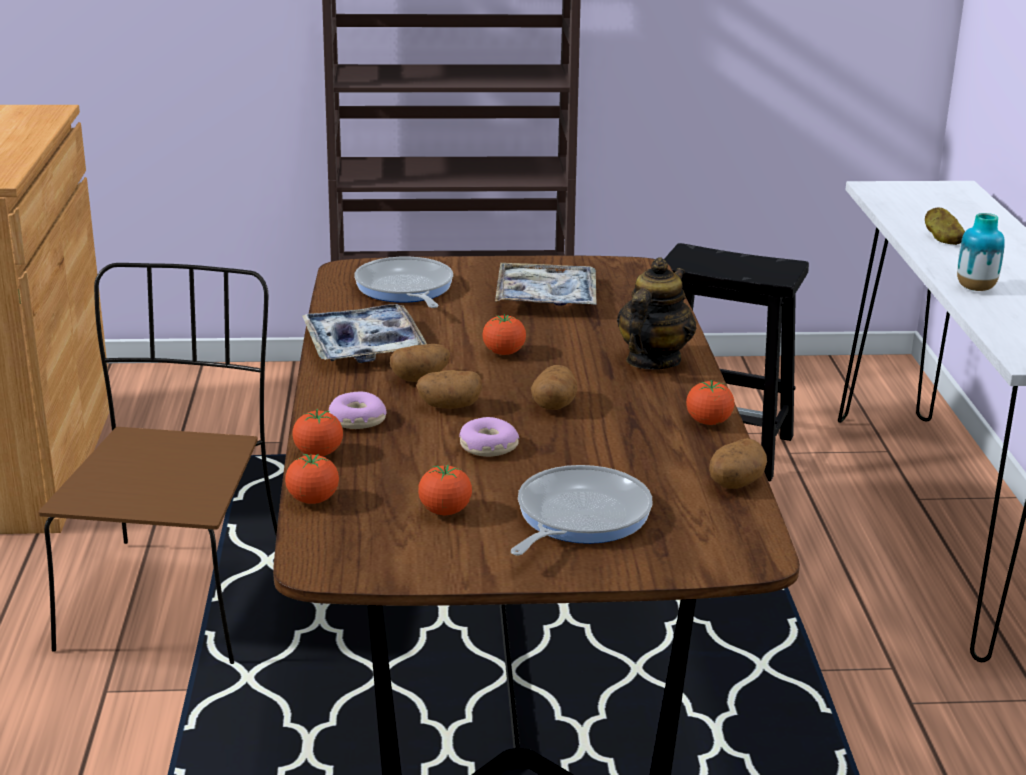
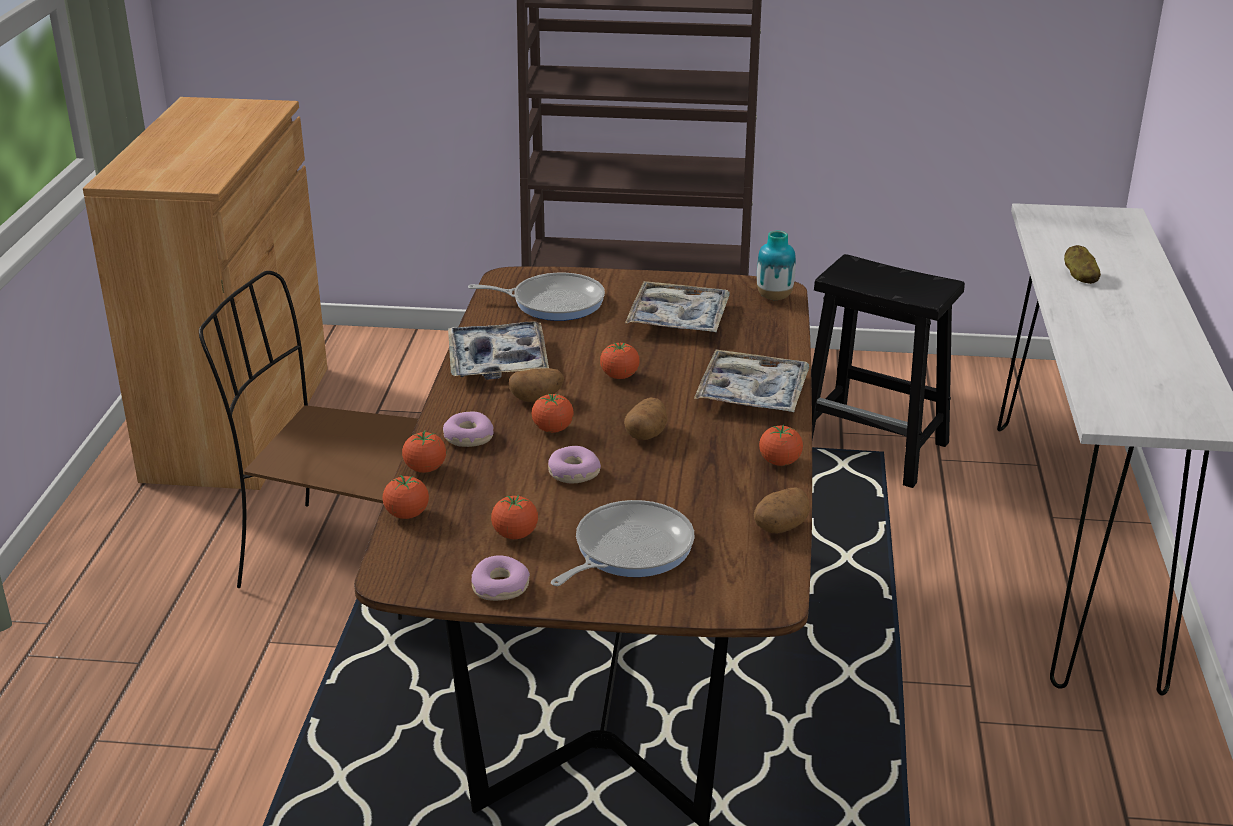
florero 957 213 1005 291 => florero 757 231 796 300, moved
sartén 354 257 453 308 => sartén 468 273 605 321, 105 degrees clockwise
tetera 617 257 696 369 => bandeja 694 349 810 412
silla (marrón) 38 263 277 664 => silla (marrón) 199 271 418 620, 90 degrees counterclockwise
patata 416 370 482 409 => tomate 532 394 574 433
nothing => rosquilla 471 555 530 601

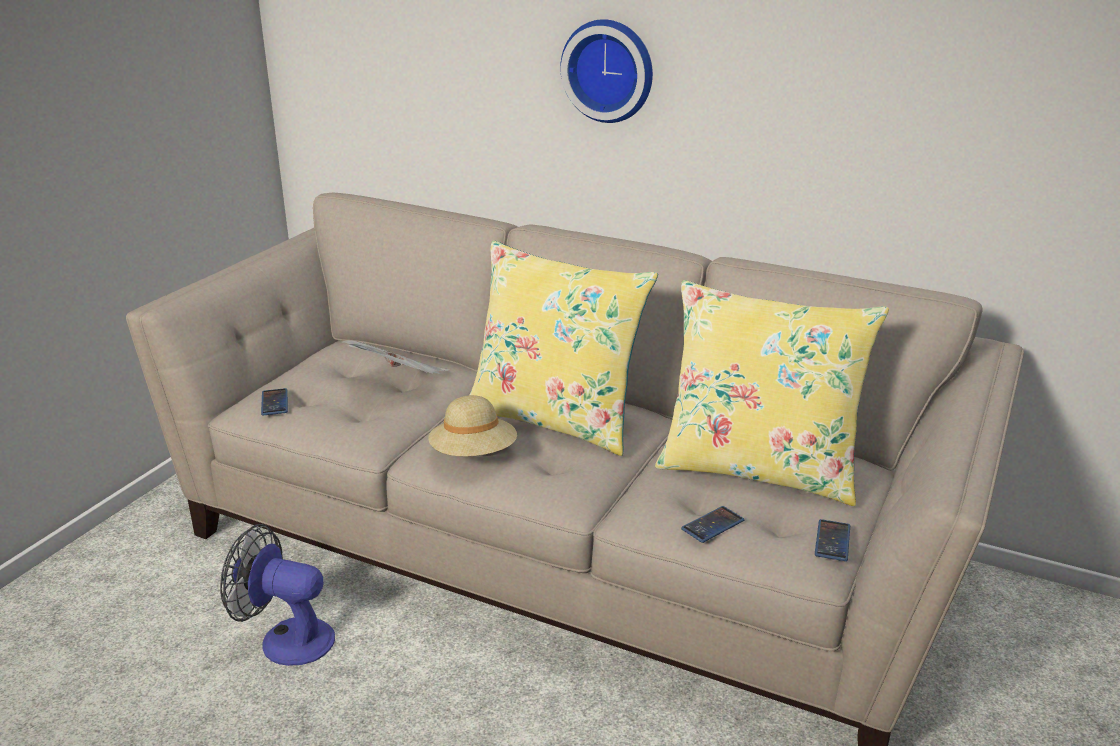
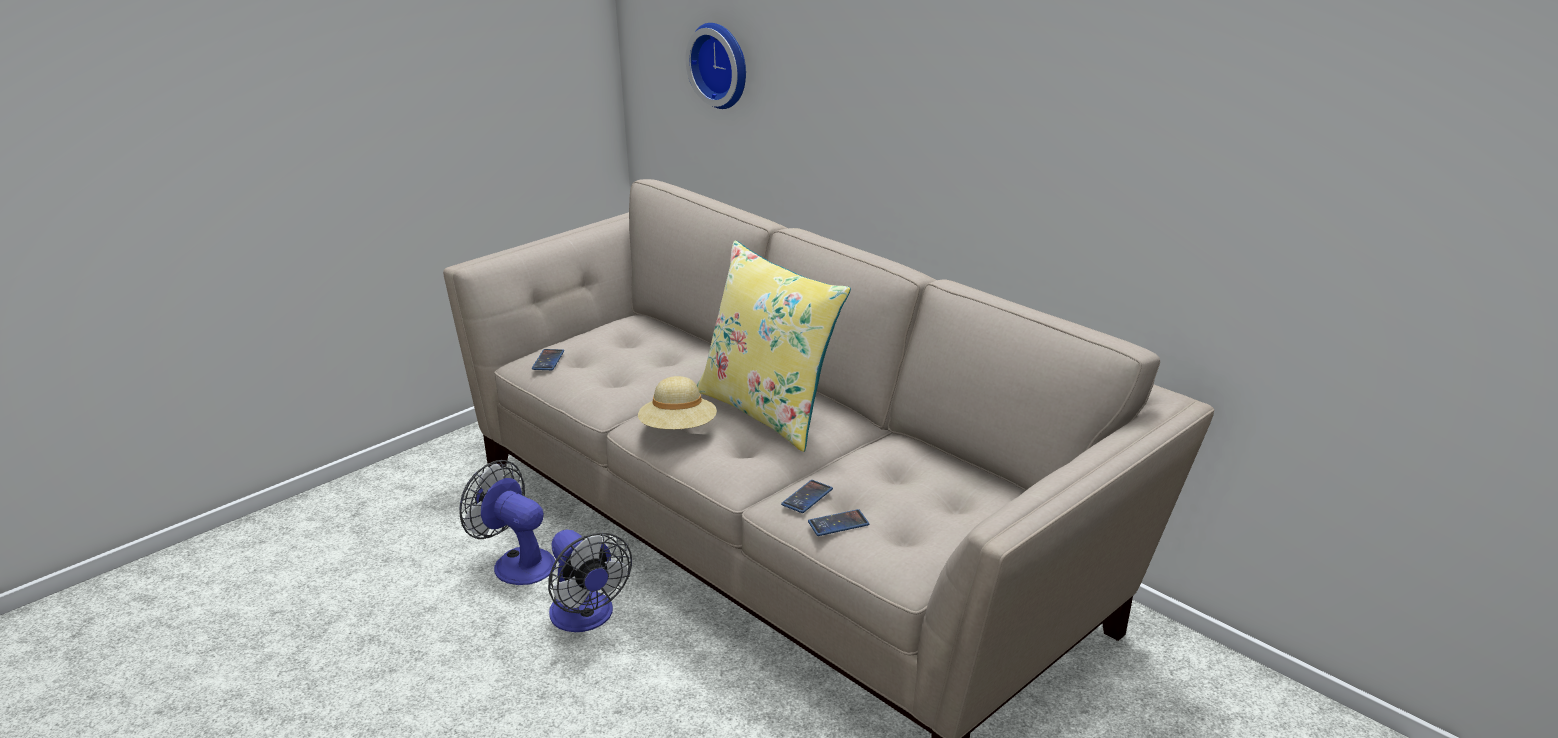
reloj de pared 560 19 653 123 => reloj de pared 686 23 746 109, moved
cojín (amarillo) 655 280 889 506 => nothing
periódico 342 340 449 374 => nothing
móvil 815 519 850 561 => móvil 781 480 833 513, moved
nothing => ventilador 548 529 632 632

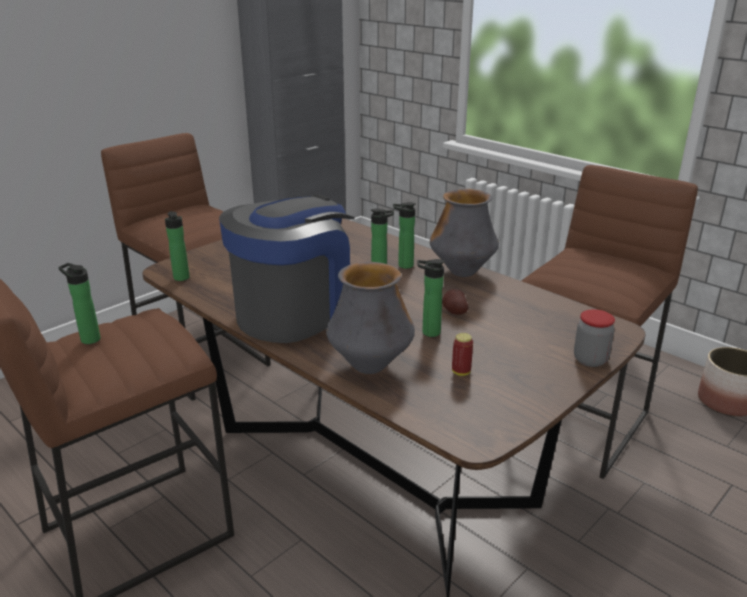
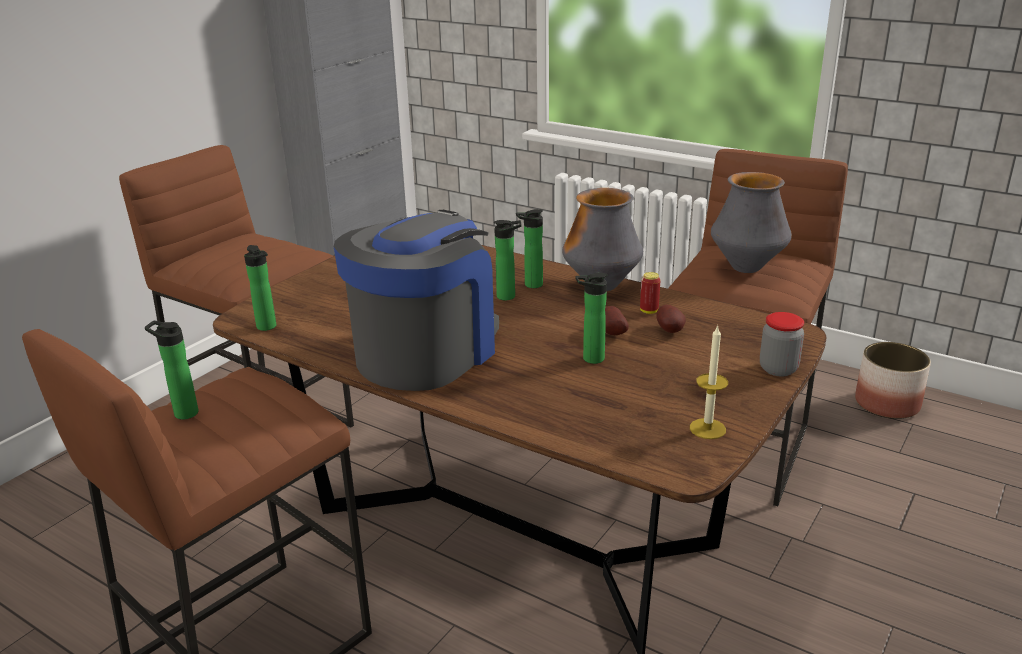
florero 326 262 415 374 => florero 711 172 792 273, moved
lata 452 333 473 376 => lata 640 272 660 314, moved
nothing => patata 656 305 686 333
nothing => vela 690 325 728 439

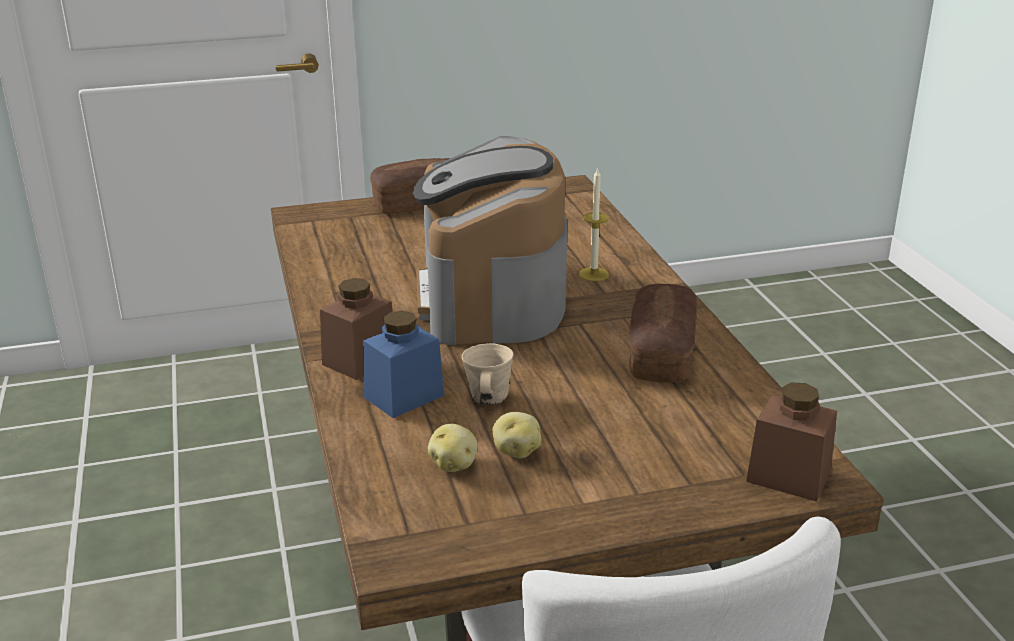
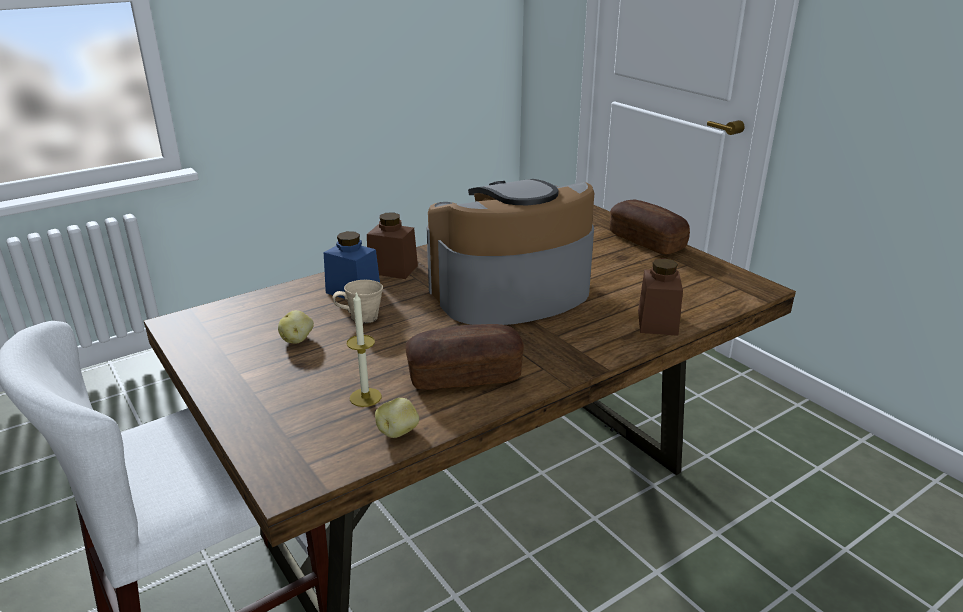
vela 579 167 609 281 => vela 347 291 381 407, moved
tarro (marrón) 746 383 837 502 => tarro (marrón) 638 258 683 336, moved
patata 428 424 478 472 => patata 375 398 419 438, moved

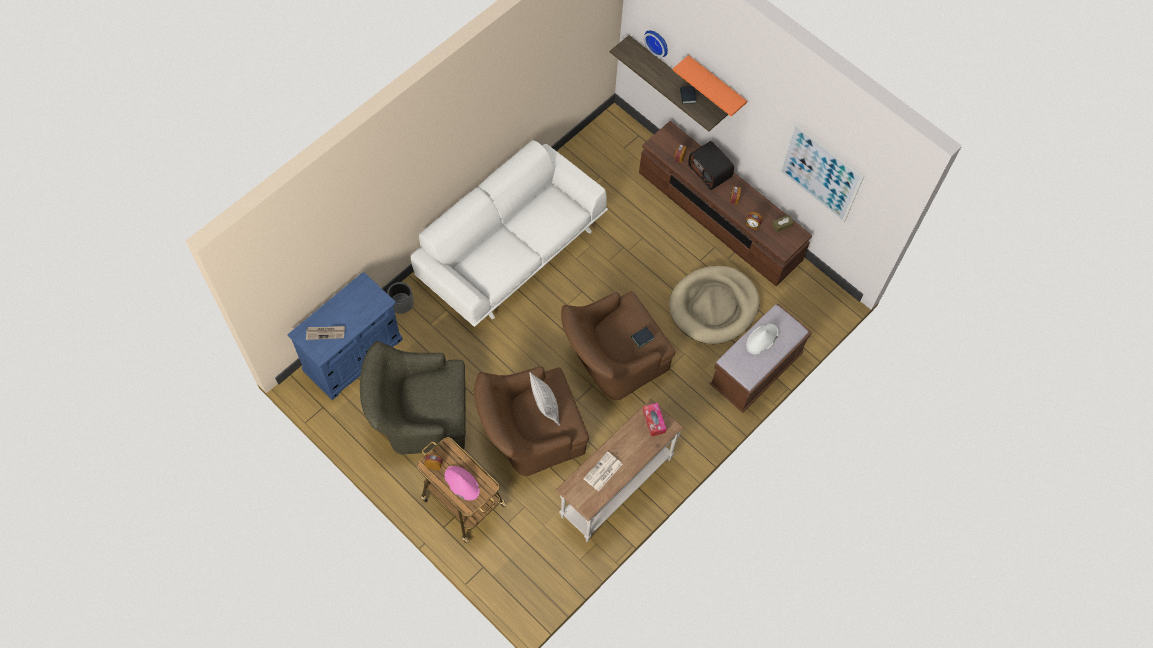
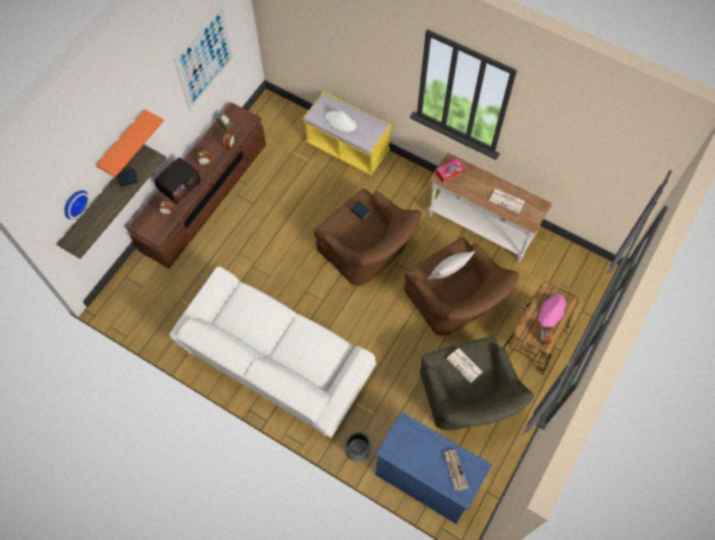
cama para perro (beis) 669 266 760 344 => nothing
banco (marrón) 709 304 812 413 => banco (amarillo) 303 92 391 175
nothing => periódico 446 348 483 383

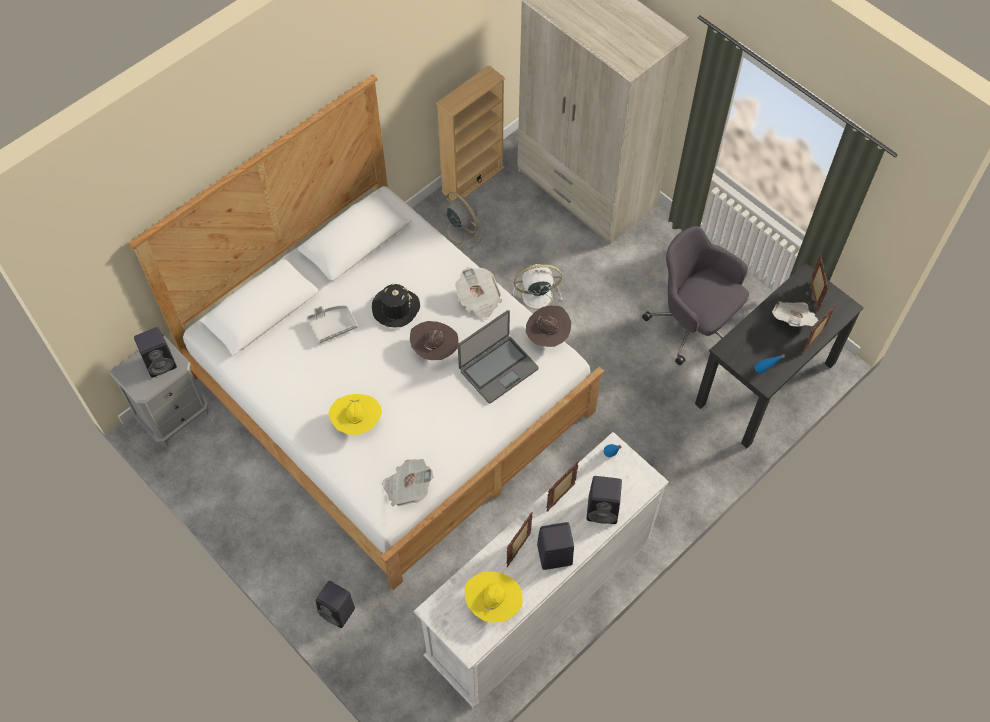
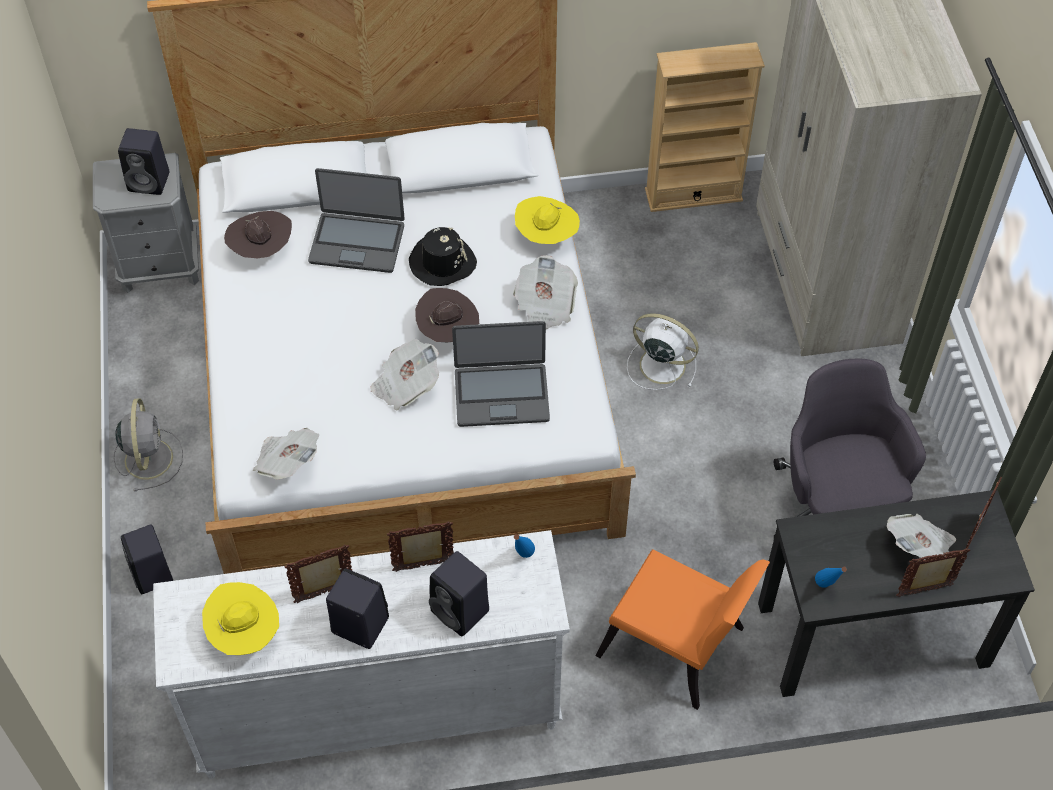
ventilador (gris) 438 192 485 249 => ventilador (gris) 114 398 183 491, moved
sombrero (marrón) 525 305 571 347 => sombrero (marrón) 224 211 292 258, moved
bandeja (gris) 307 306 358 343 => portátil 308 168 405 273
sombrero (amarillo) 328 394 382 435 => sombrero (amarillo) 515 196 580 244, moved
nothing => periódico 370 339 439 410
nothing => silla (naranja) 595 549 770 710

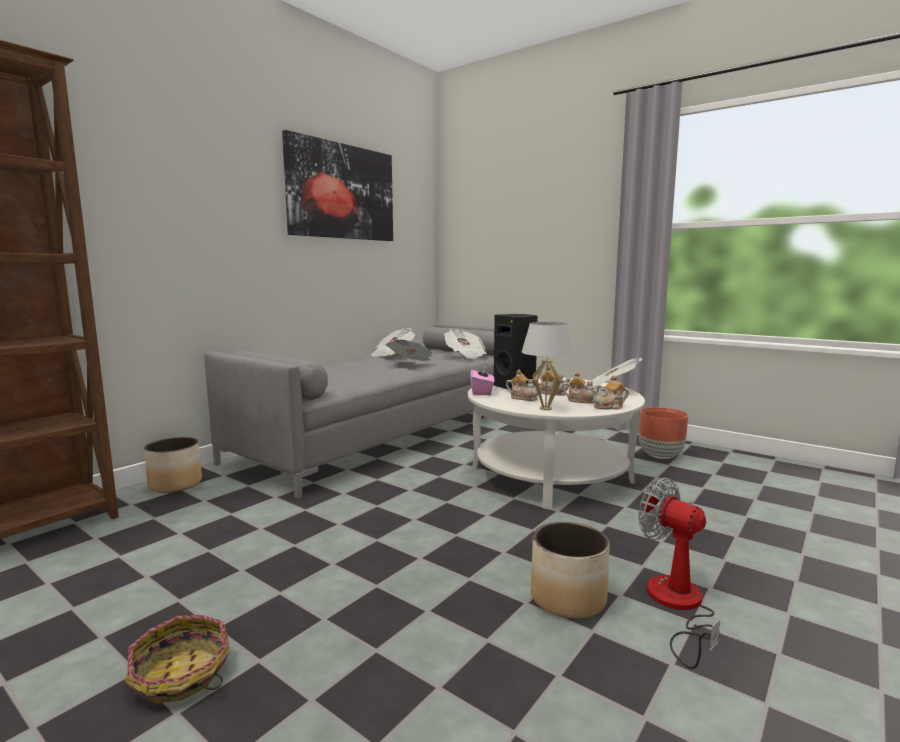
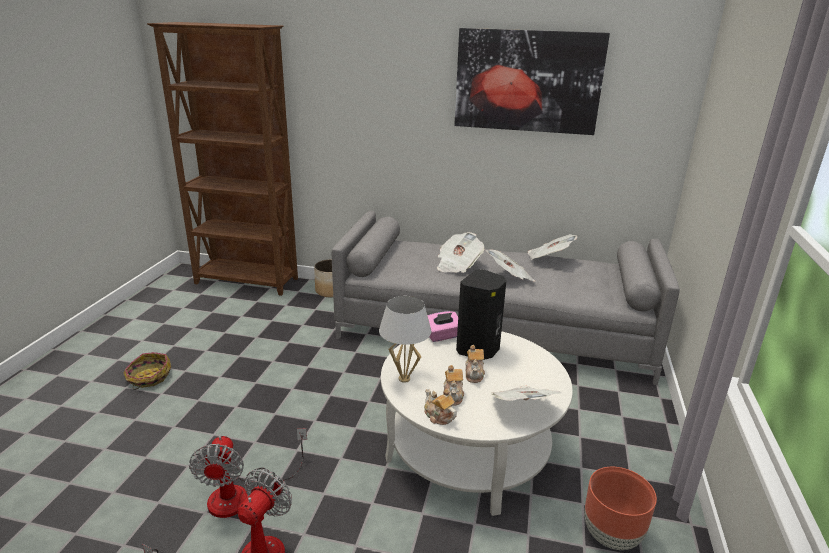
periódico 444 329 487 359 => periódico 437 232 484 273, moved
tetera 506 369 541 401 => nothing
maceta 531 522 610 619 => ventilador 189 429 307 518

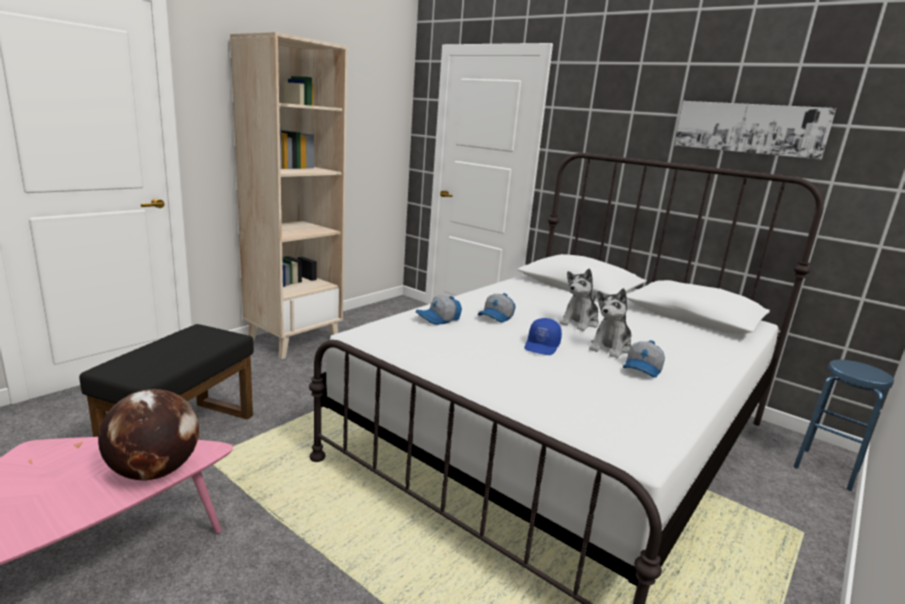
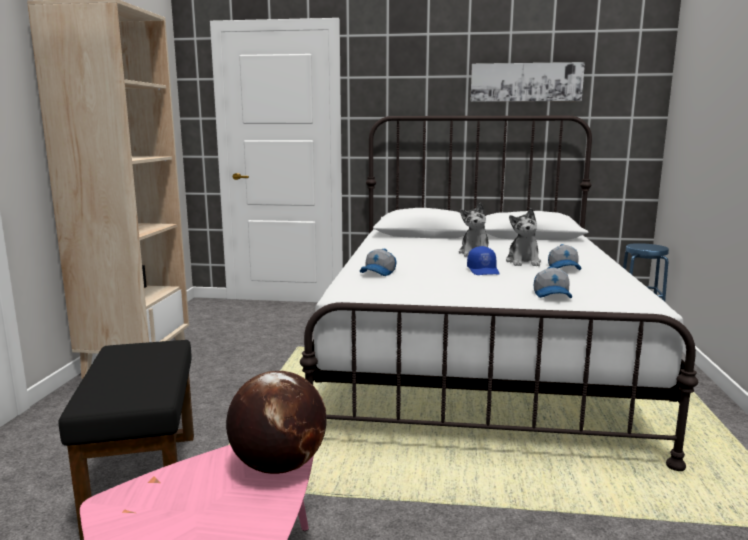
gorra 478 293 515 322 => gorra 534 267 572 298, moved

